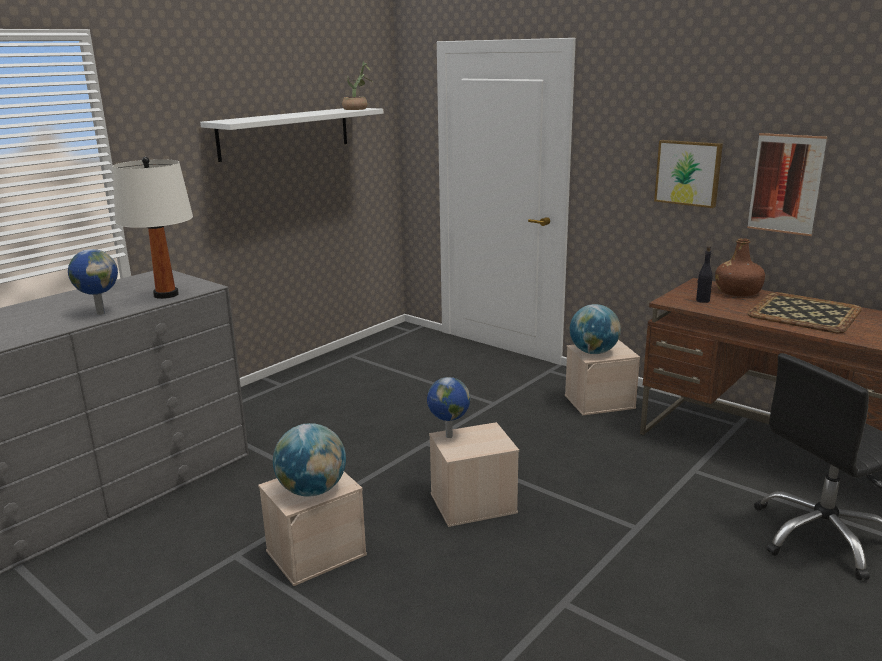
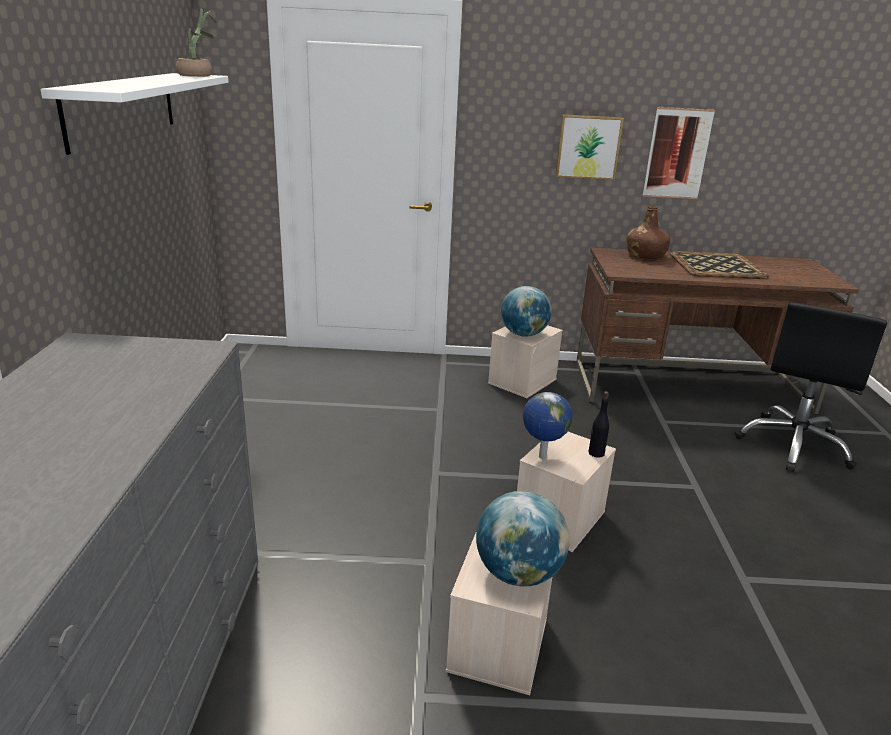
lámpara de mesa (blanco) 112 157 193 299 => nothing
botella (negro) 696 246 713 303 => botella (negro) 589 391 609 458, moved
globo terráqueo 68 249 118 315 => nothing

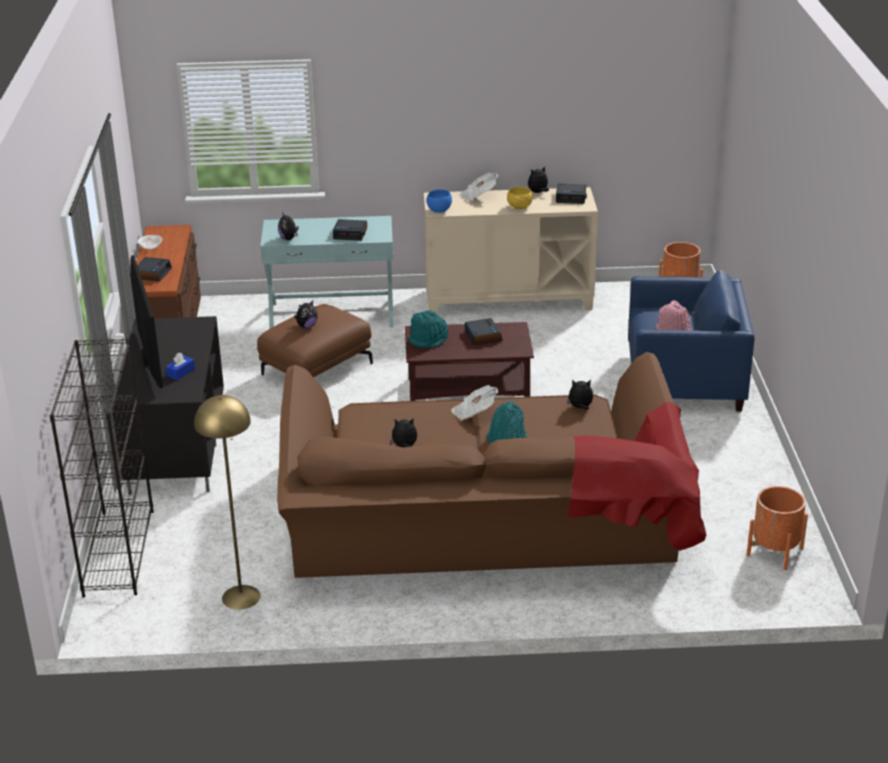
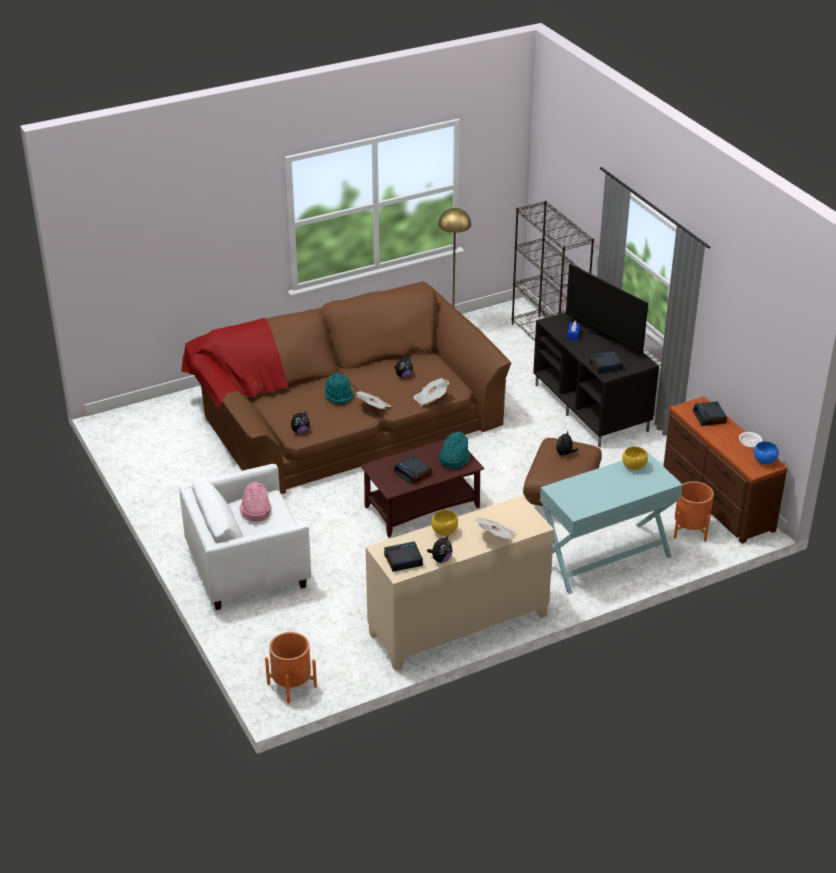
cuenco (azul) 426 189 452 213 => cuenco (azul) 754 441 779 464, moved
peluche 278 212 299 240 => cuenco (amarillo) 622 447 648 470
despertador 333 219 367 241 => despertador 589 351 623 373, moved
sillón (azul) 628 270 755 412 => sillón (blanco) 179 464 311 610
maceta (naranja) 747 486 808 570 => maceta (naranja) 674 481 714 542, moved
nothing => periódico 413 378 449 406

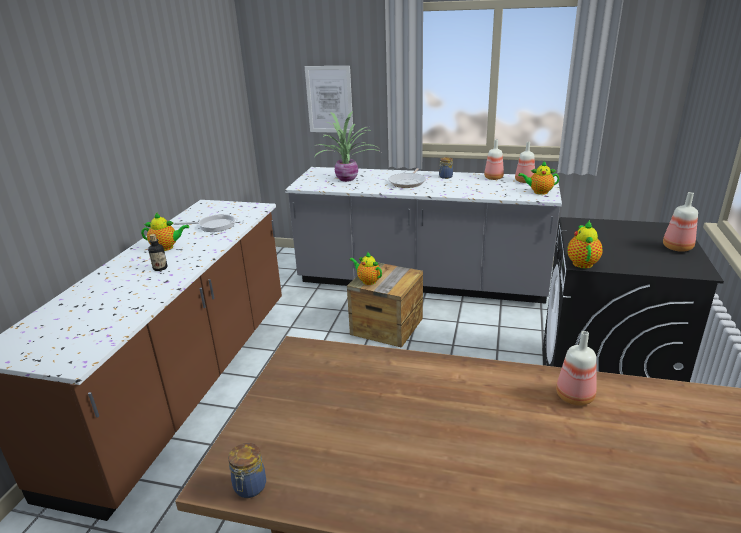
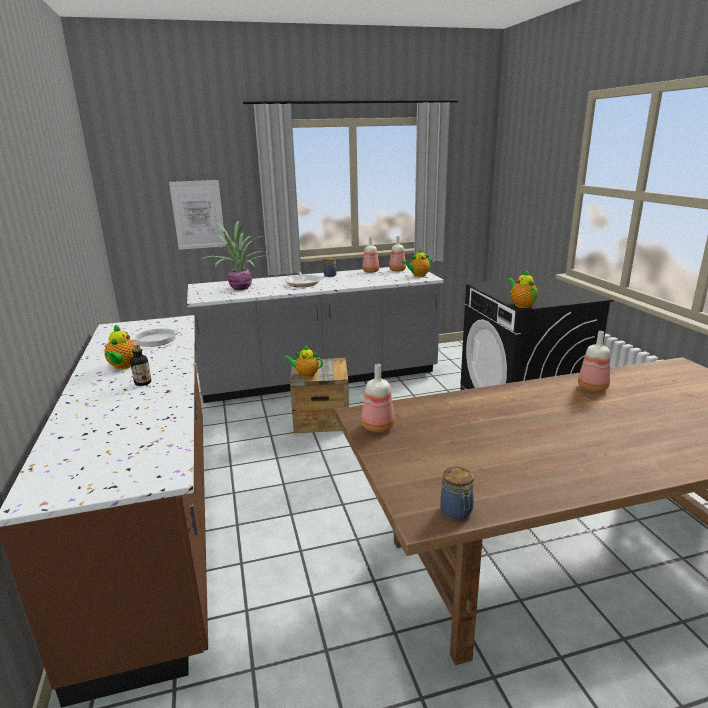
botella 663 192 698 252 => botella 361 364 395 432, moved
tetera 141 213 189 251 => tetera 104 325 135 370, 120 degrees clockwise

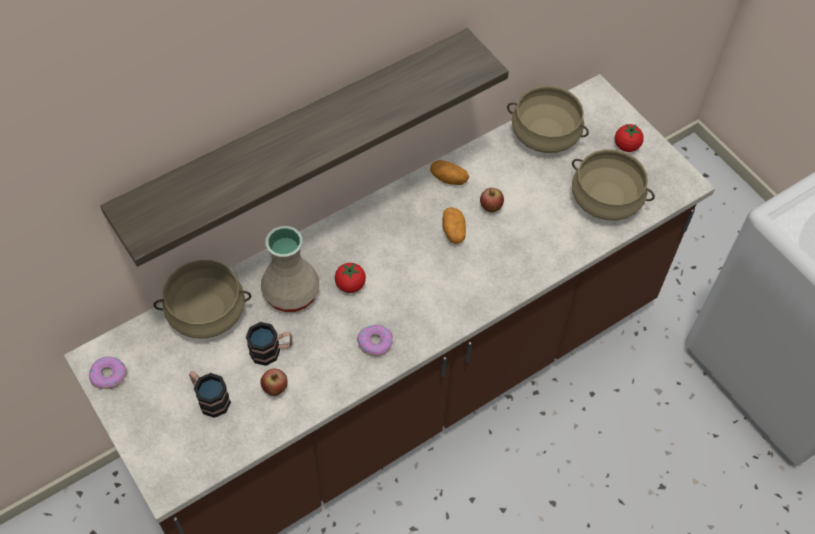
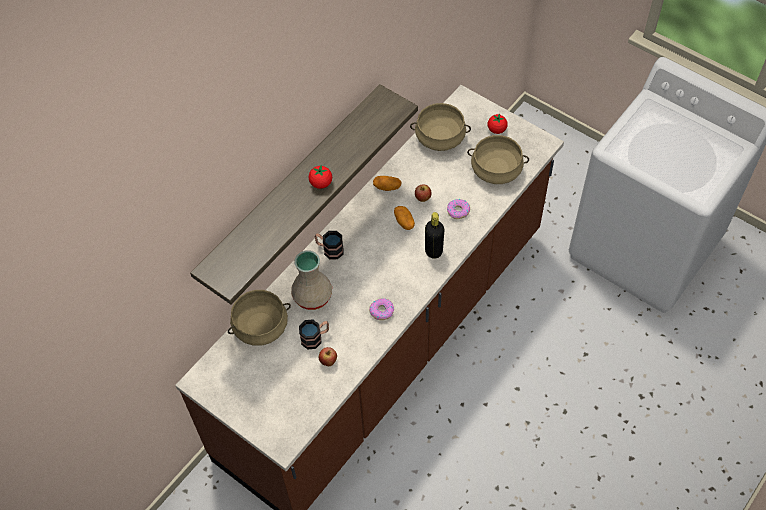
tomate 335 263 366 293 => tomate 309 165 332 189, moved
rosquilla 89 357 127 389 => rosquilla 447 199 470 219, moved
taza grande 189 371 231 418 => taza grande 315 231 344 259, moved
nothing => botella (negro) 425 212 444 259

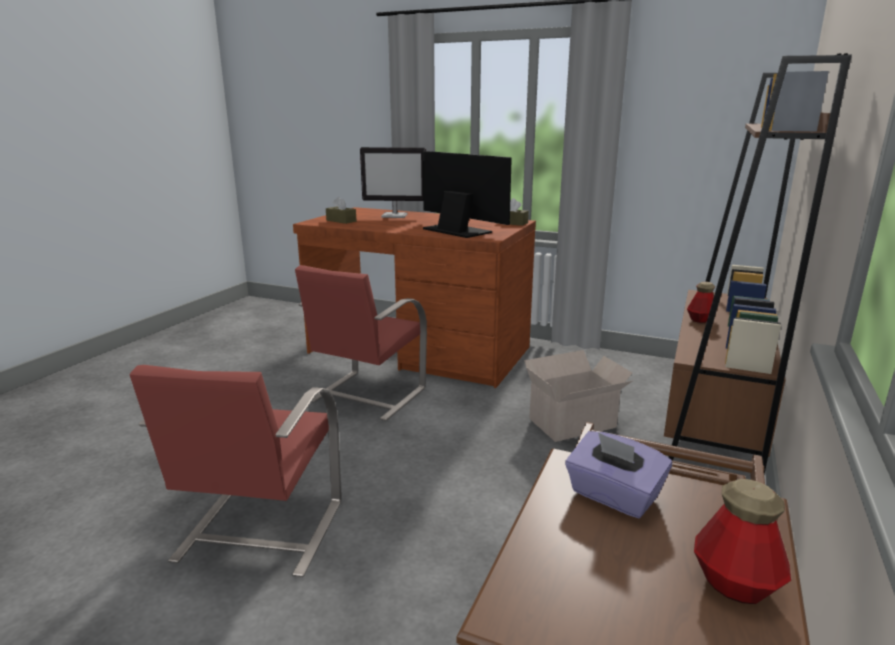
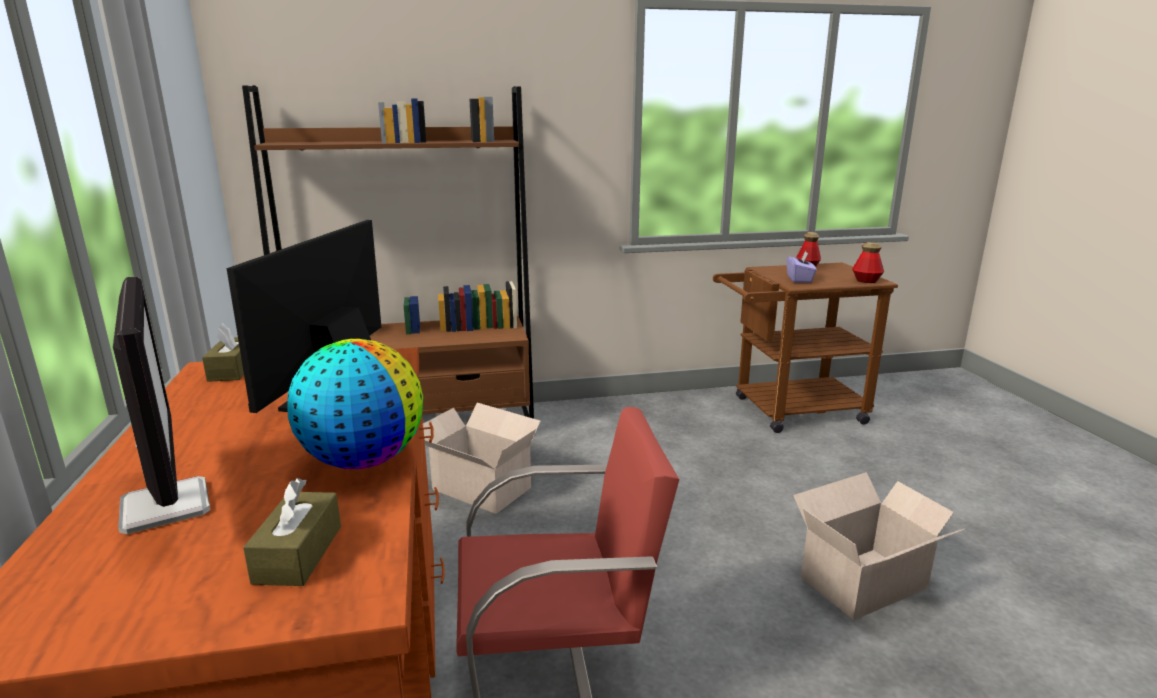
botella 687 282 715 323 => botella 852 242 884 283, moved
silla (rojo) 130 365 341 577 => caja de cartón 793 472 964 620
nothing => globo terráqueo 288 339 423 469

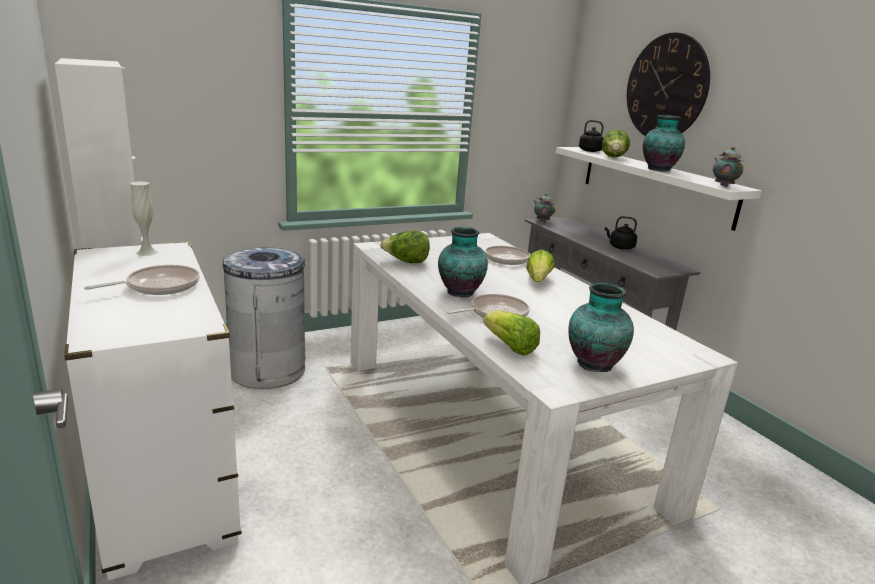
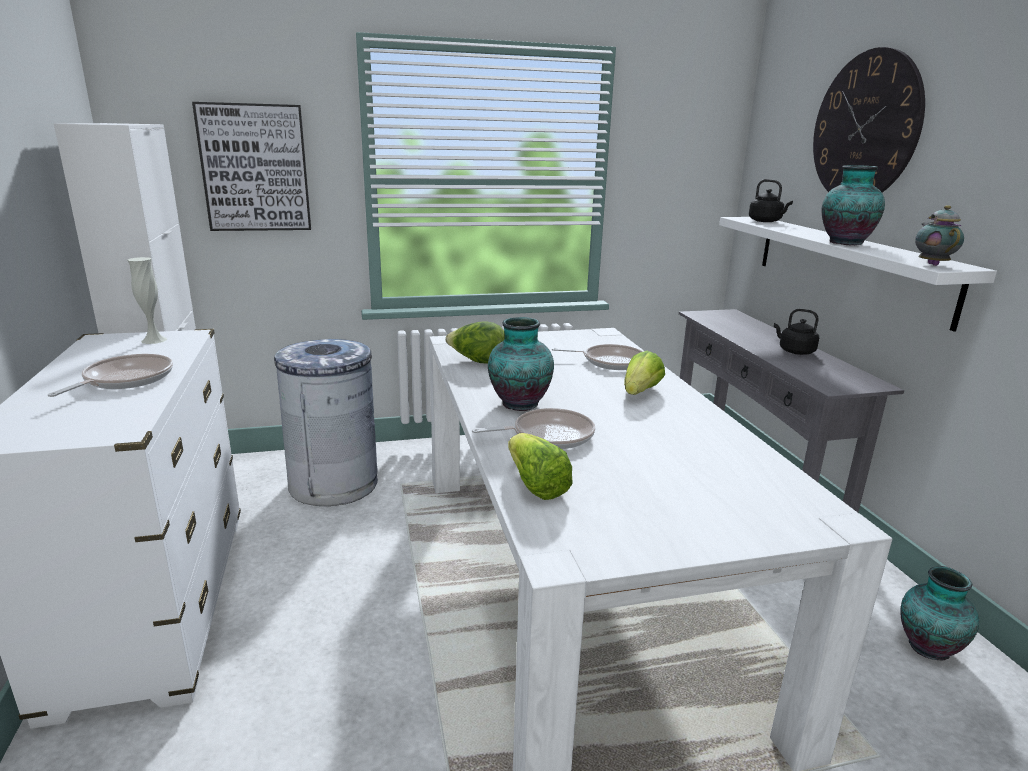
lechuga 602 129 630 158 => nothing
tetera 534 194 556 222 => nothing
sartén 84 265 200 295 => sartén 48 354 173 397, 45 degrees counterclockwise
florero 568 283 634 372 => florero 900 566 979 661, moved
nothing => cuadro 192 102 311 231

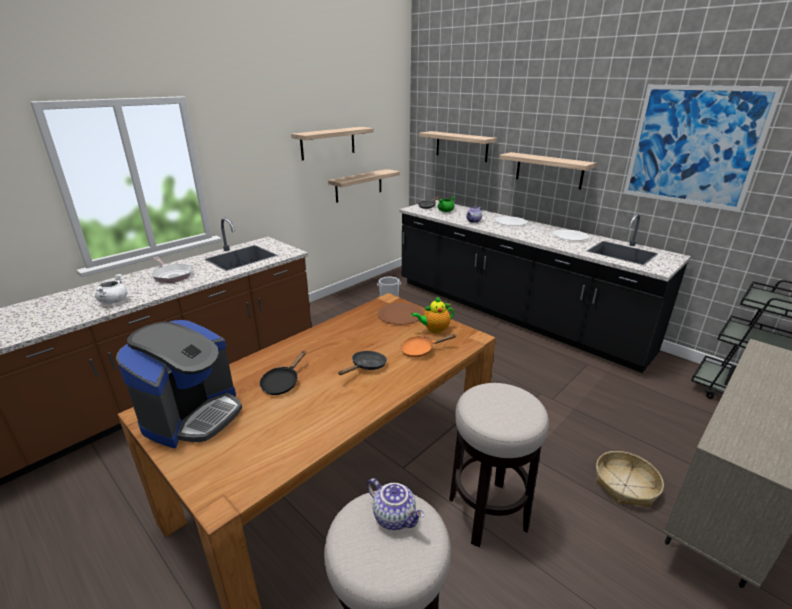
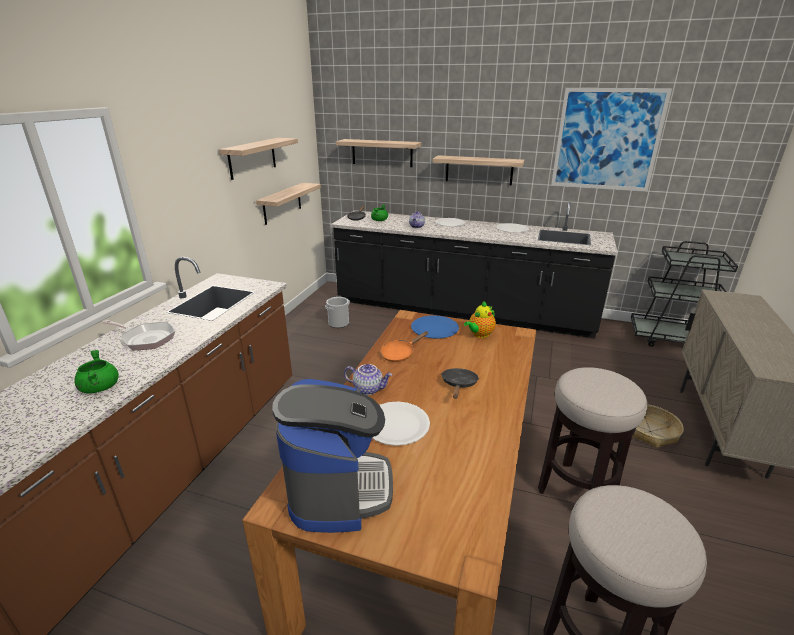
olla (blanco) 95 274 127 304 => olla (verde) 74 350 119 393
plato (marrón) 377 302 423 325 => plato (azul) 411 315 459 339
sartén (naranja) 400 334 456 357 => sartén (naranja) 381 331 428 362, moved
sartén (negro) 260 351 306 395 => plato (blanco) 372 402 430 446
tetera 367 478 424 530 => tetera 344 364 392 395, moved

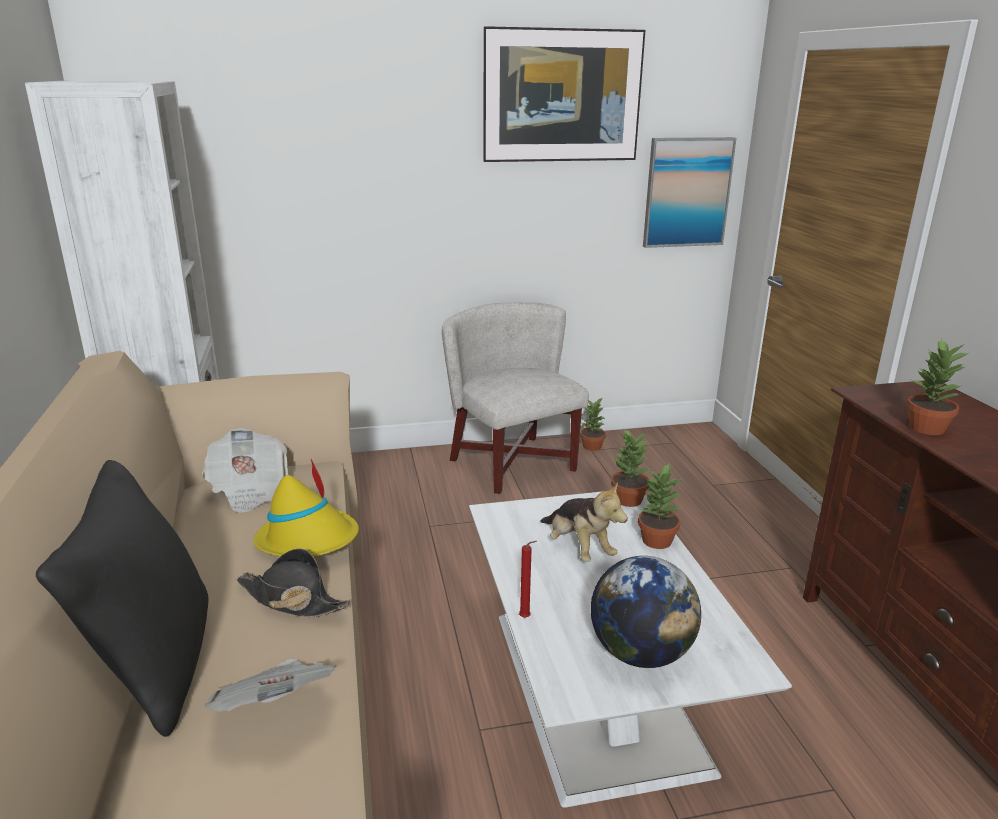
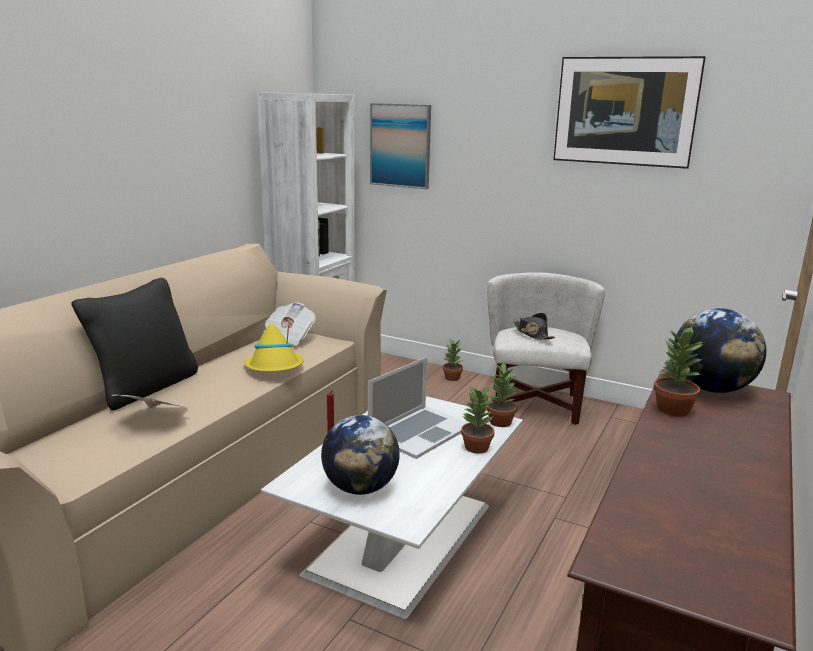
cuadro 643 137 737 248 => cuadro 370 103 431 189, moved
planta en maceta 580 398 606 451 => planta en maceta 443 339 463 381, moved
peluche 540 481 628 562 => portátil 368 357 468 459
sombrero (negro) 237 548 351 617 => sombrero (negro) 514 313 555 340, moved
nothing => globo terráqueo 674 308 766 393

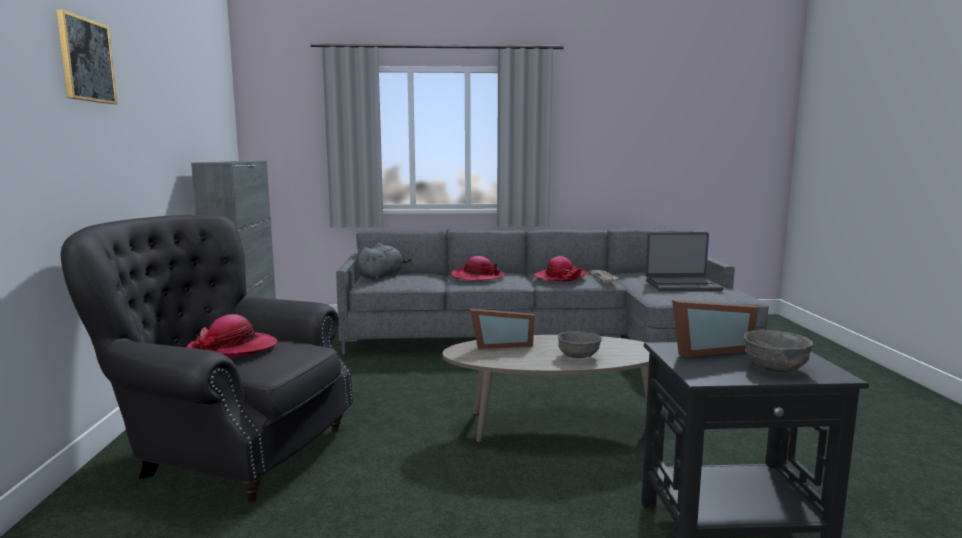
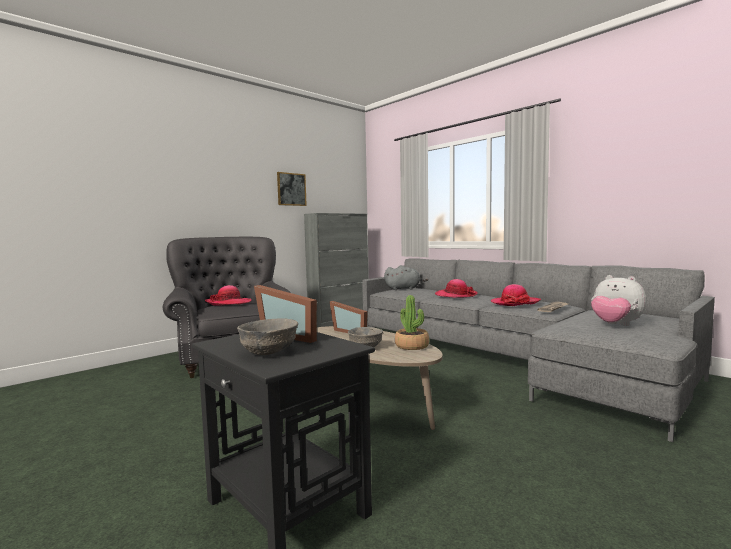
cuadro 56 10 117 104 => cuadro 277 172 307 206, moved
portátil 646 232 724 291 => peluche 591 275 647 326
nothing => planta en maceta 395 295 429 350

